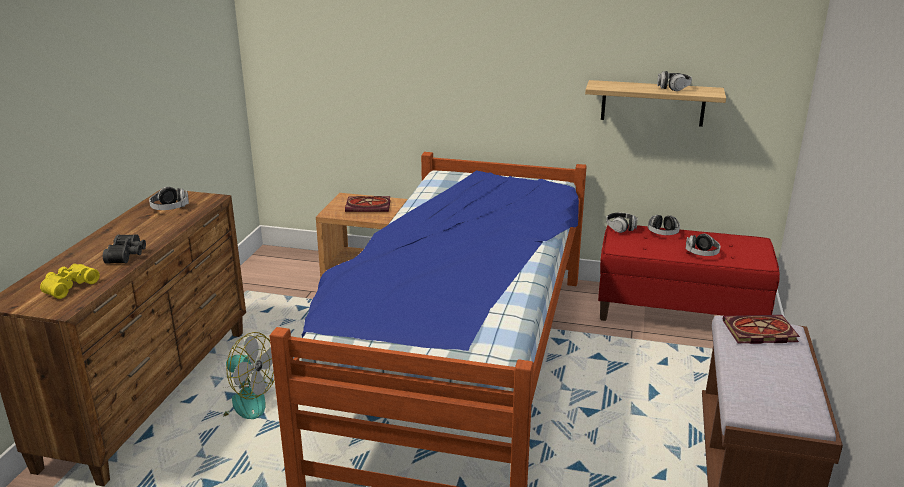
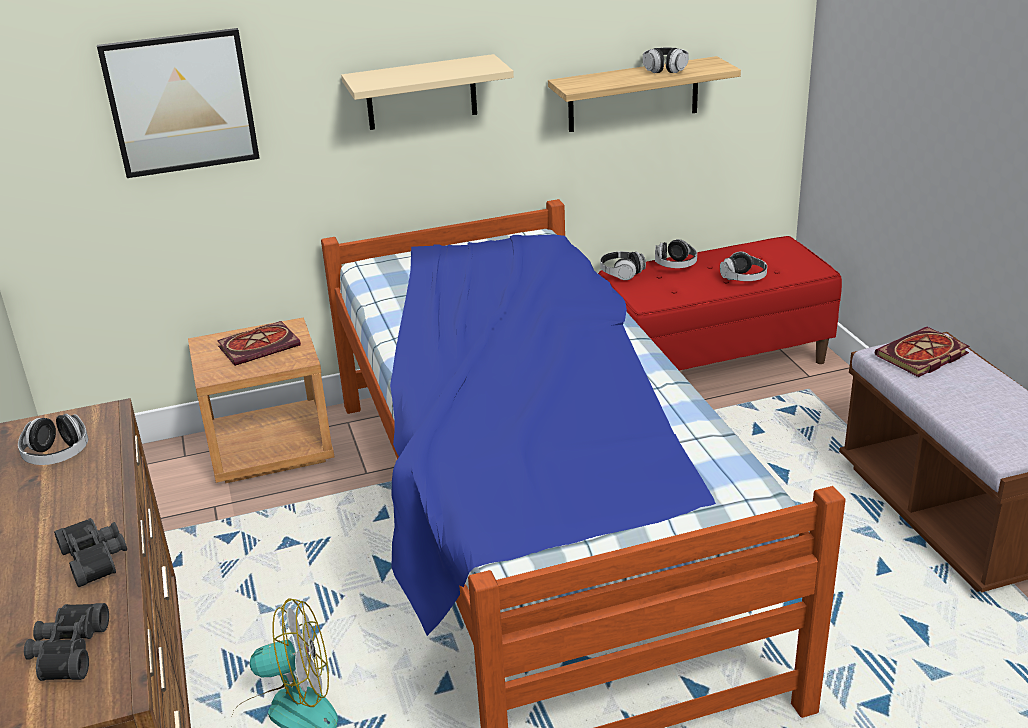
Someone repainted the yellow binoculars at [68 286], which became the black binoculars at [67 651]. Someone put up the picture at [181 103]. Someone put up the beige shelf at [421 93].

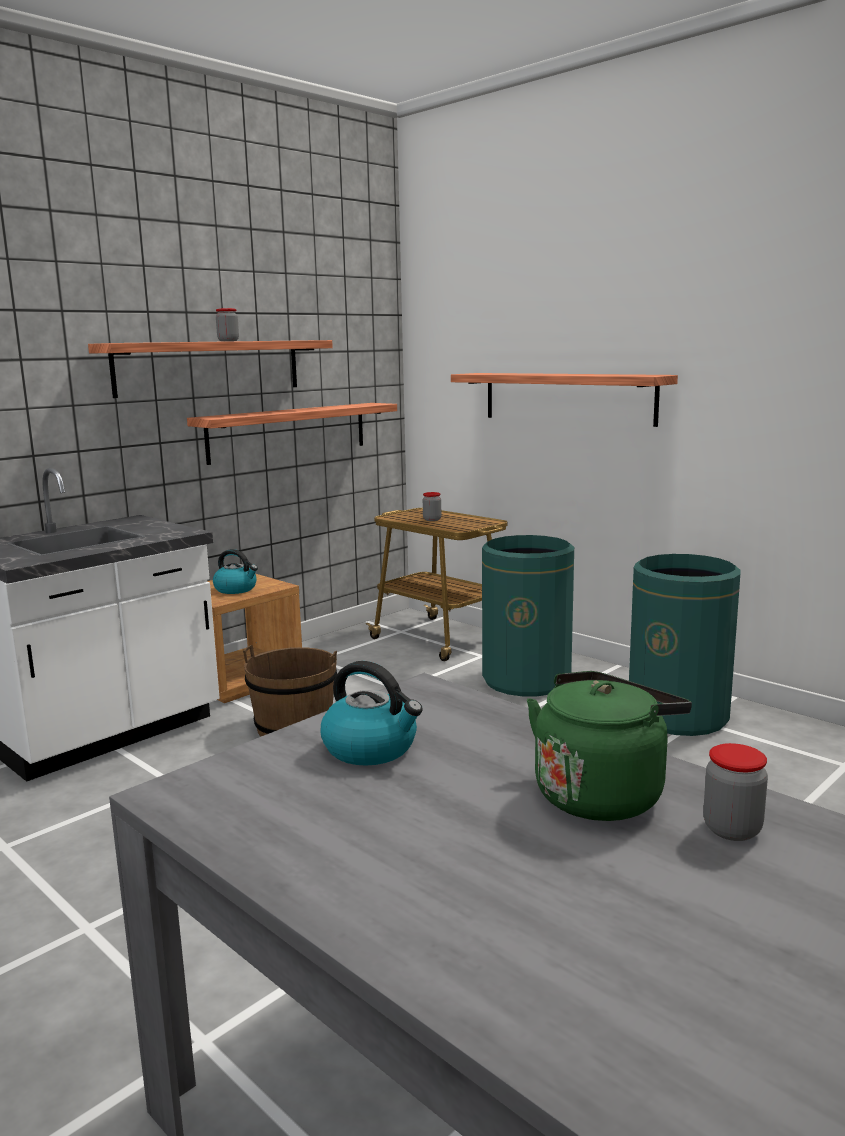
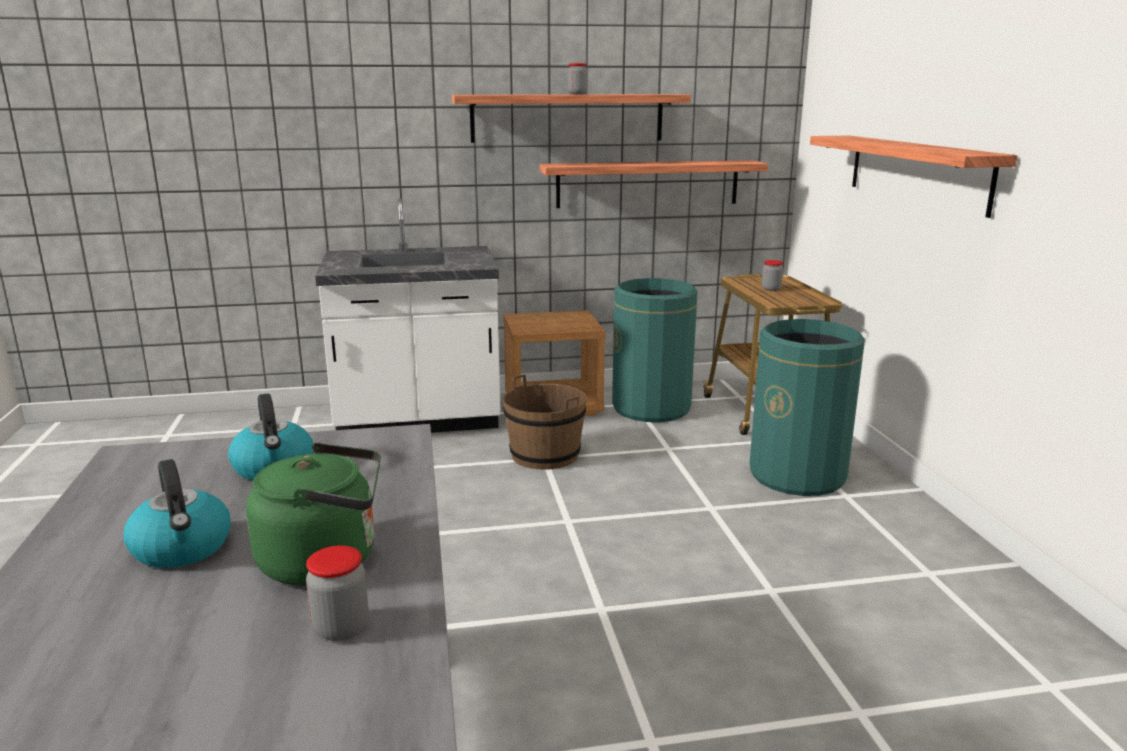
Someone carried the kettle from [236 589] to [182 548]. Someone carried the green trash can from [678 716] to [651 408].

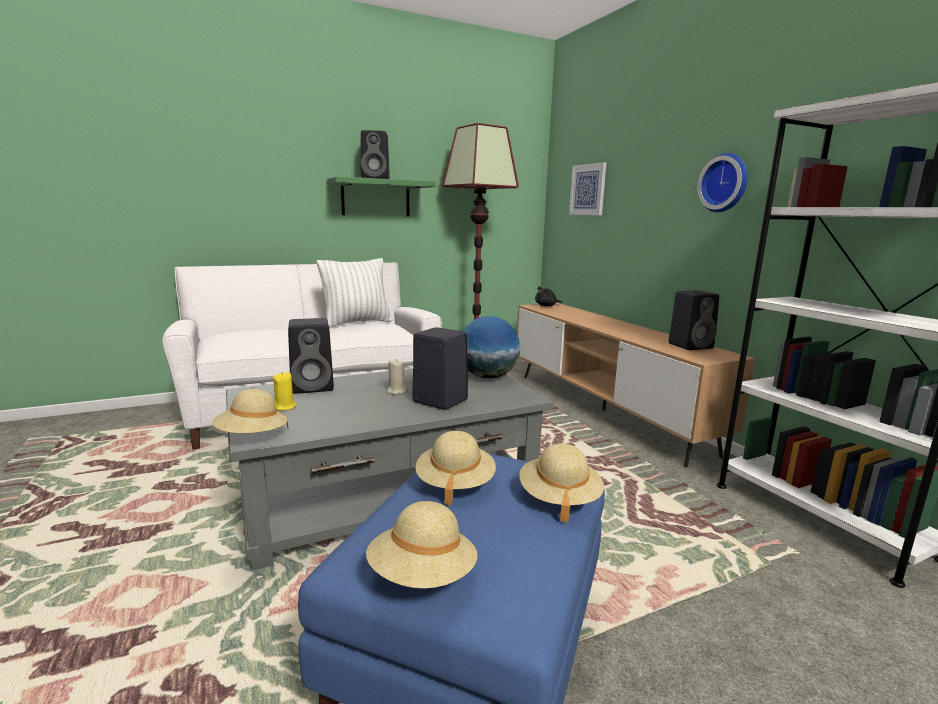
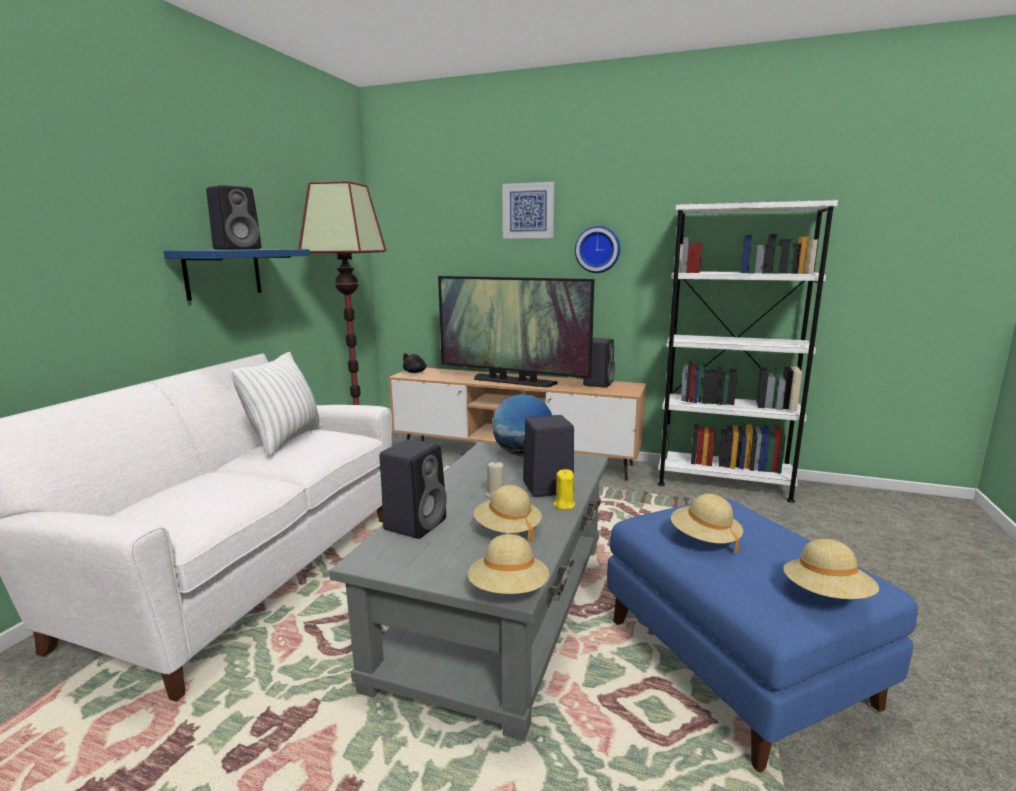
Someone carried the picture from [588 189] to [528 211]. Someone repainted the green shelf at [375 198], which became the blue shelf at [223 273]. Someone carried the yellow candle from [285 407] to [564 505]. Someone carried the beige hat from [559 498] to [507 530]. Someone put down the television at [513 381].

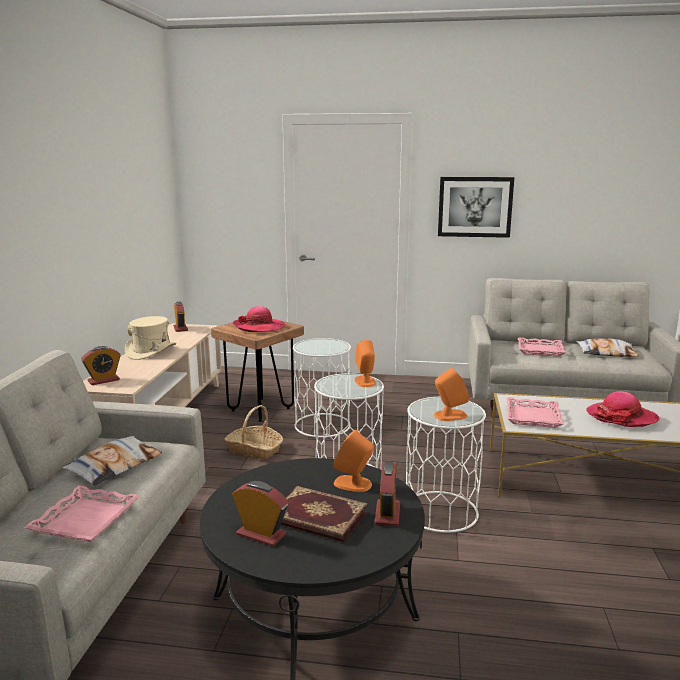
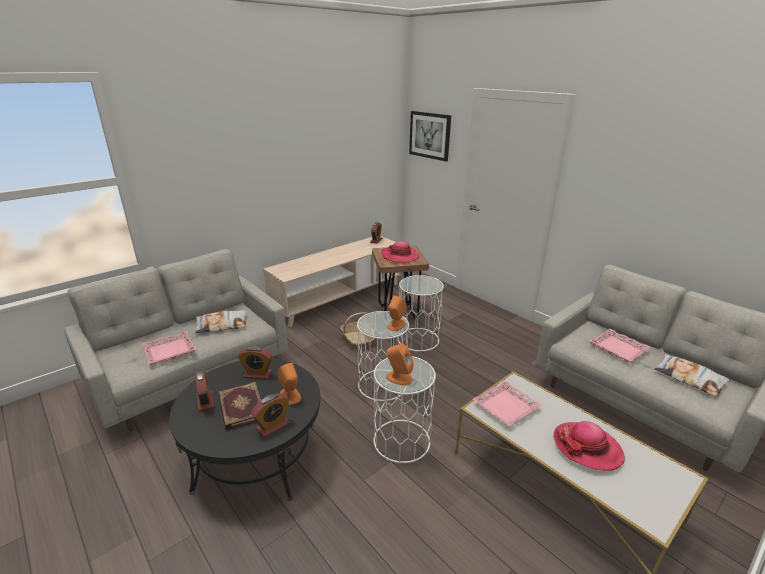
Someone carried the picture from [475 207] to [430 135]. Someone took away the beige hat at [151 351]. Someone carried the alarm clock from [103 380] to [257 374].

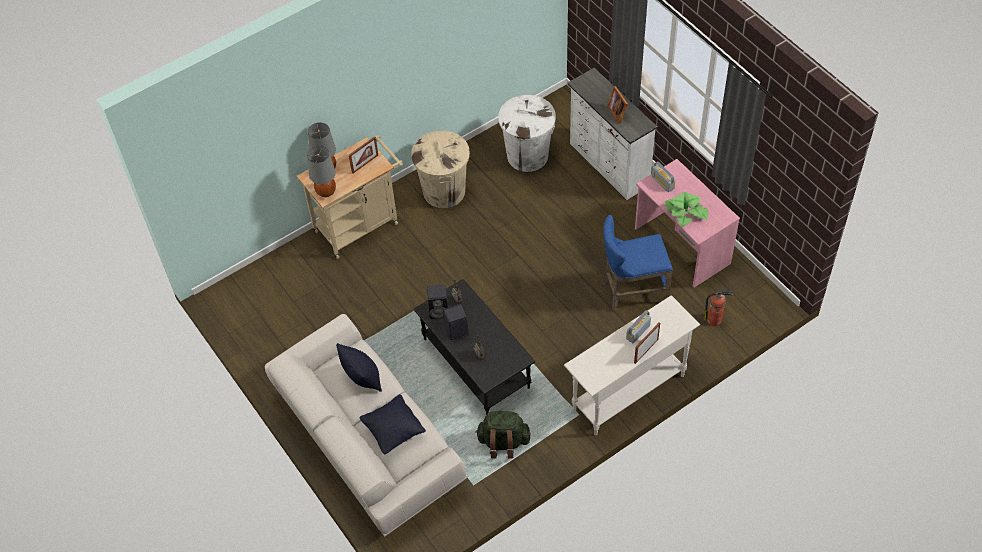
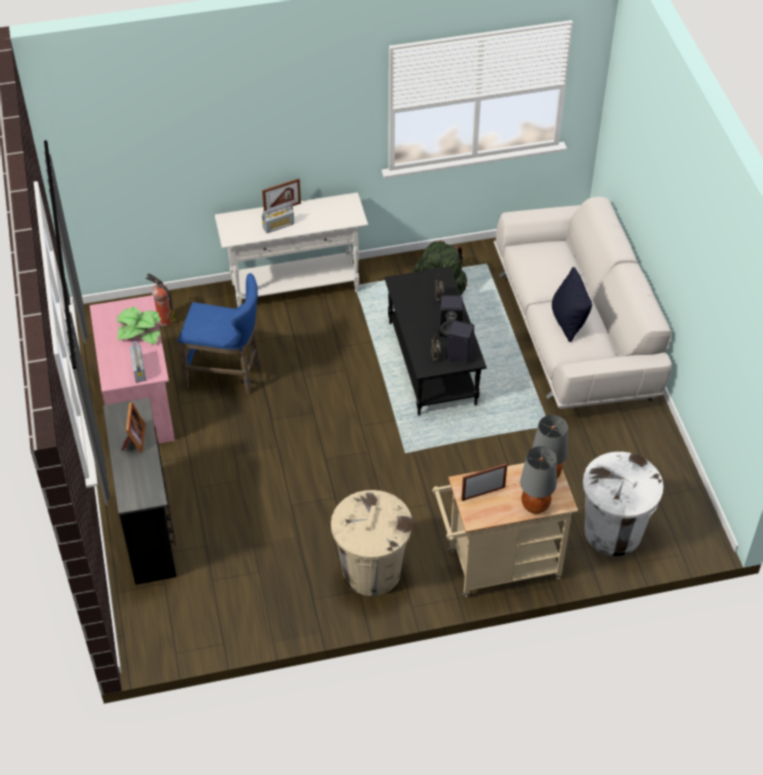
Someone repainted the white dresser at [608 165], which became the black dresser at [149 528]. Someone carried the white trash can from [527 155] to [613 532]. Someone took away the black pillow at [393 430].

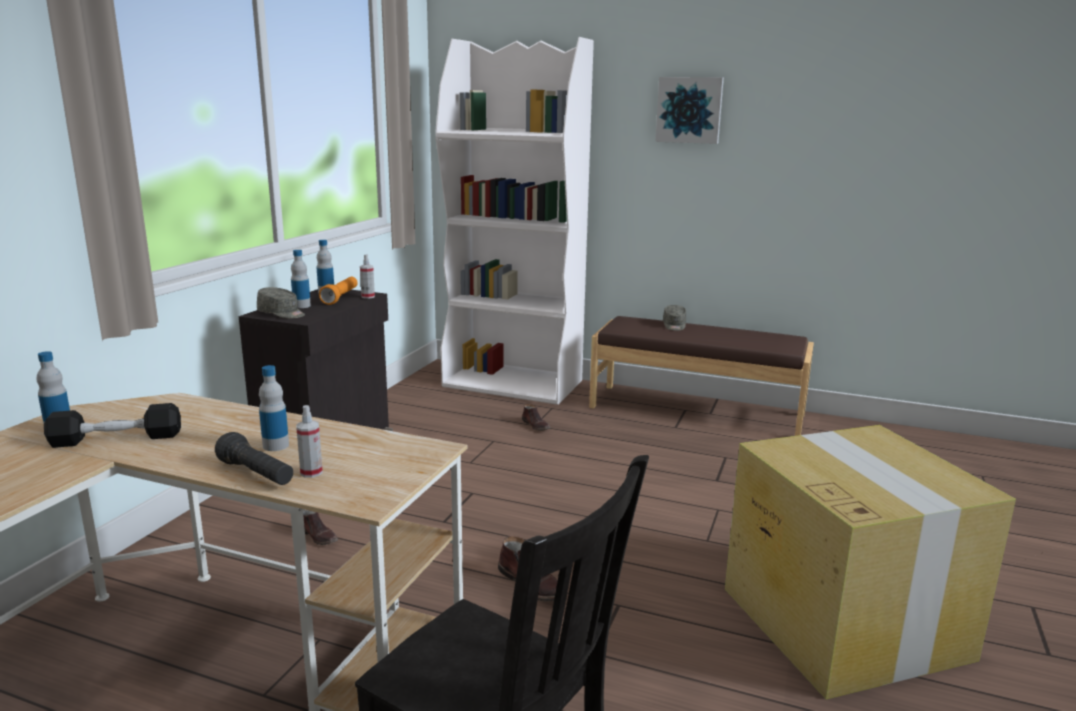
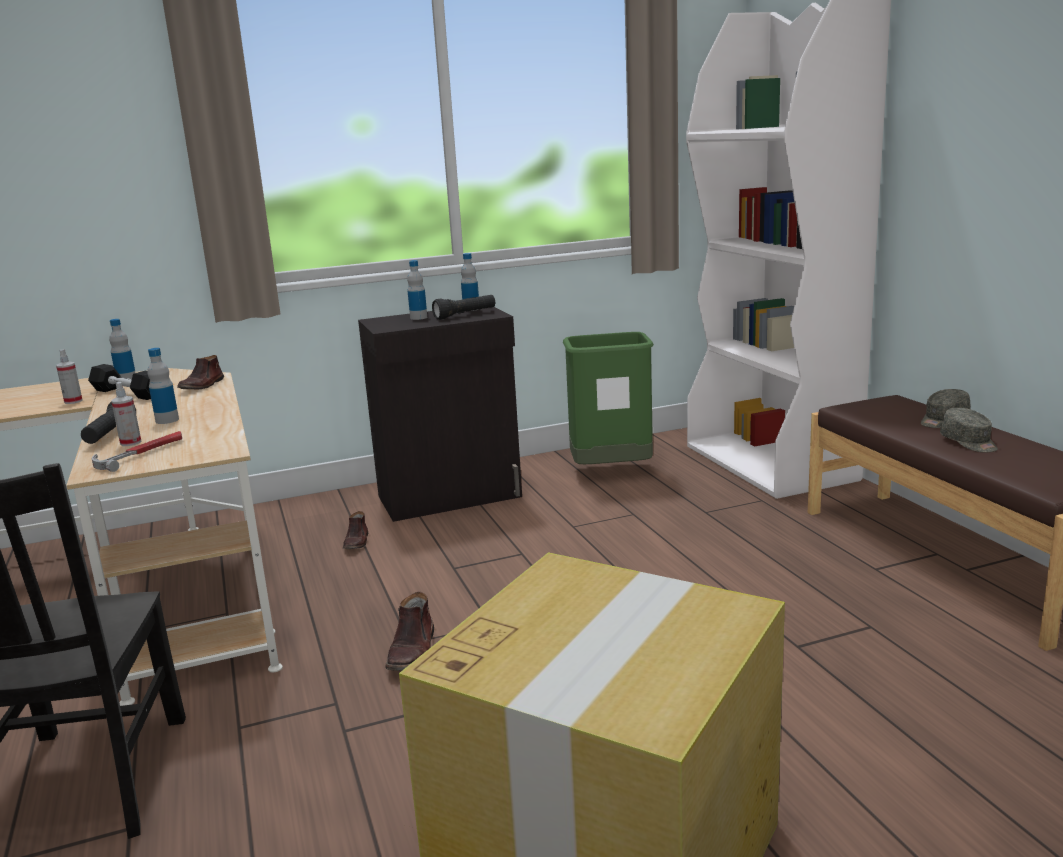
Someone took away the picture at [689 110]. Someone carried the spray bottle from [368 296] to [73 401]. Someone repainted the orange flashlight at [340 298], which became the black flashlight at [465 315]. Someone carried the grey cap from [282 314] to [969 443]. Someone carried the brown shoe from [536 426] to [202 385]. Someone put down the green trash can at [611 472]. Someone put down the hammer at [141 454].

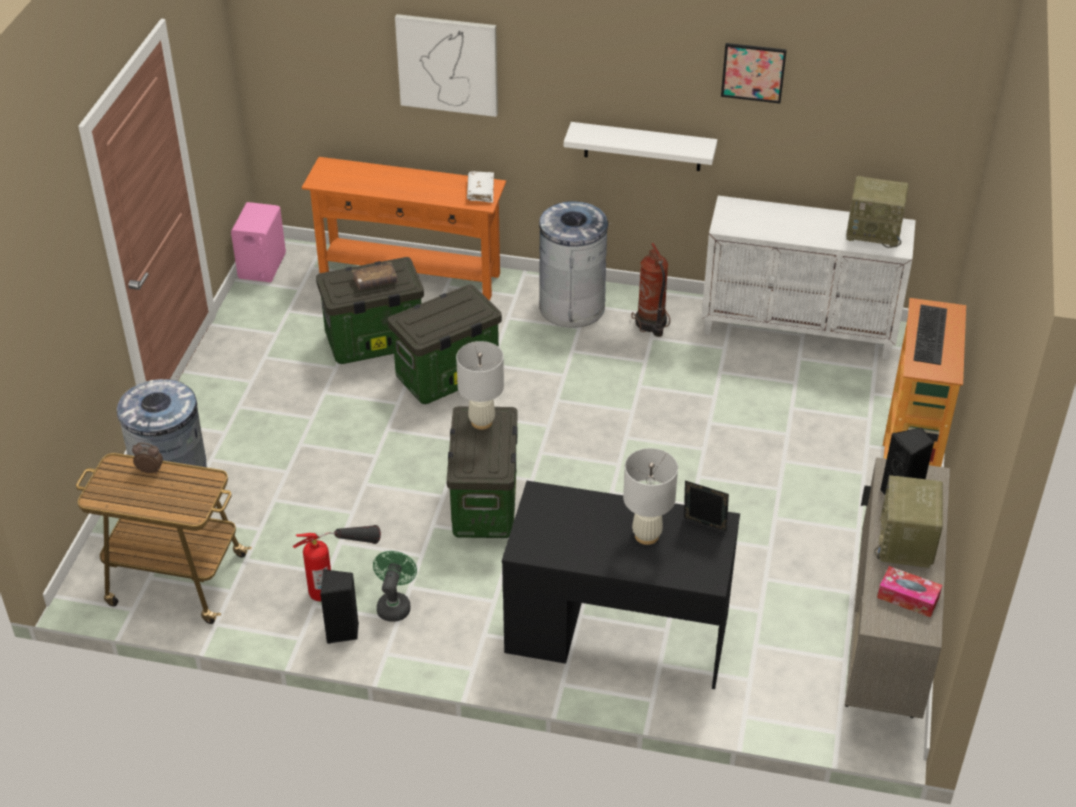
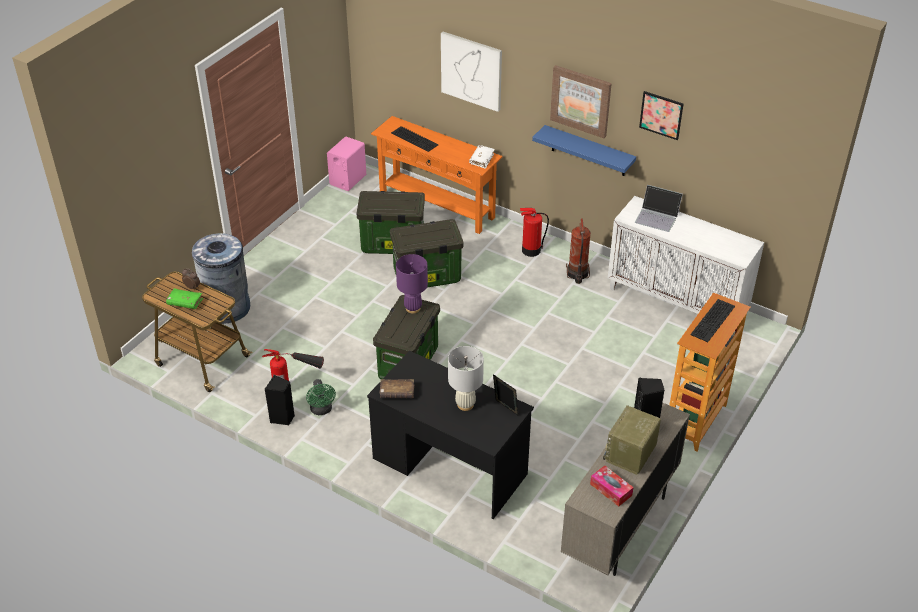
Someone repainted the white shelf at [642 146], which became the blue shelf at [588 151]. Someone took away the radio at [874 231]. Someone swapped the grey trash can at [572 307] for the fire extinguisher at [530 250]. Someone carried the brown book from [375 281] to [397 392]. Someone repainted the white table lamp at [482 422], which became the purple table lamp at [413 308]. Someone rotated the green fan at [394 604] by 135 degrees clockwise. Someone put up the picture at [581 101]. Someone put down the keyboard at [415 138]. Someone put down the laptop at [657 217]. Someone put down the green book at [185 302].

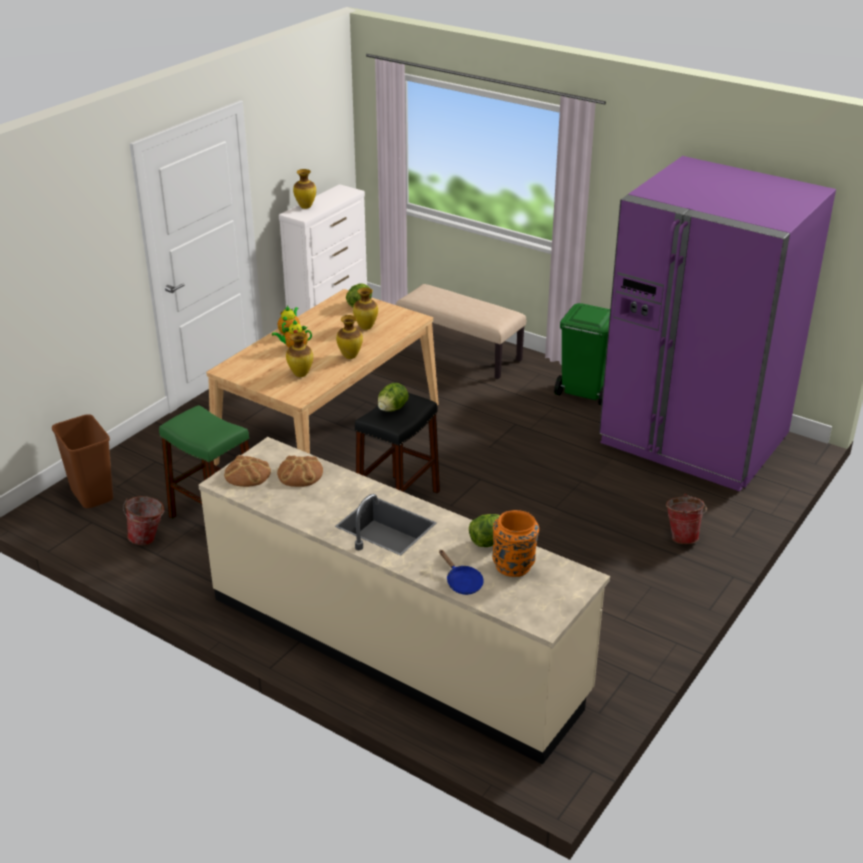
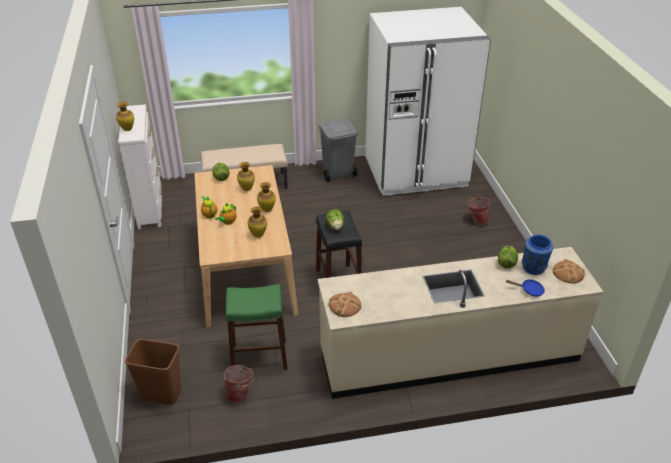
Someone repainted the purple fridge at [694 439], which became the white fridge at [415 172]. Someone repainted the green trash can at [584 393], which became the grey trash can at [337 174]. Someone carried the bread from [300 473] to [568 273]. Someone repainted the orange vase at [514 565], which became the blue vase at [533 267].

